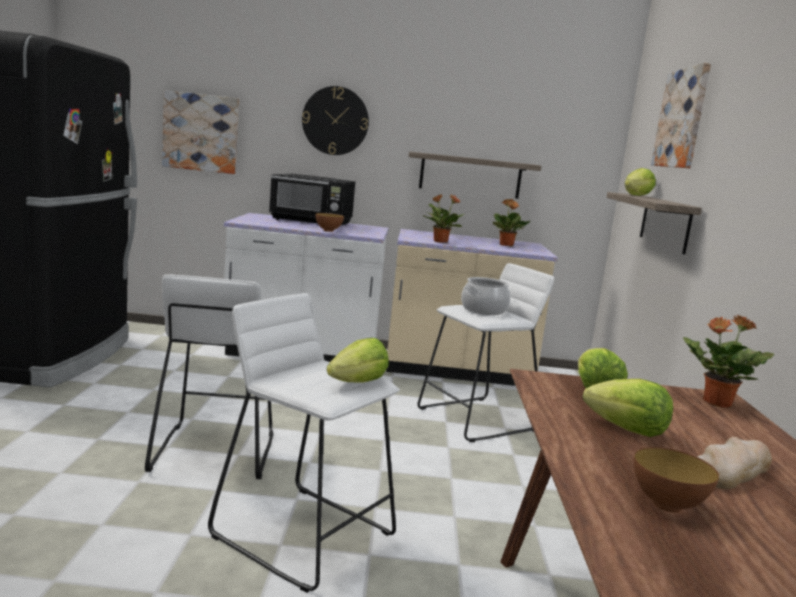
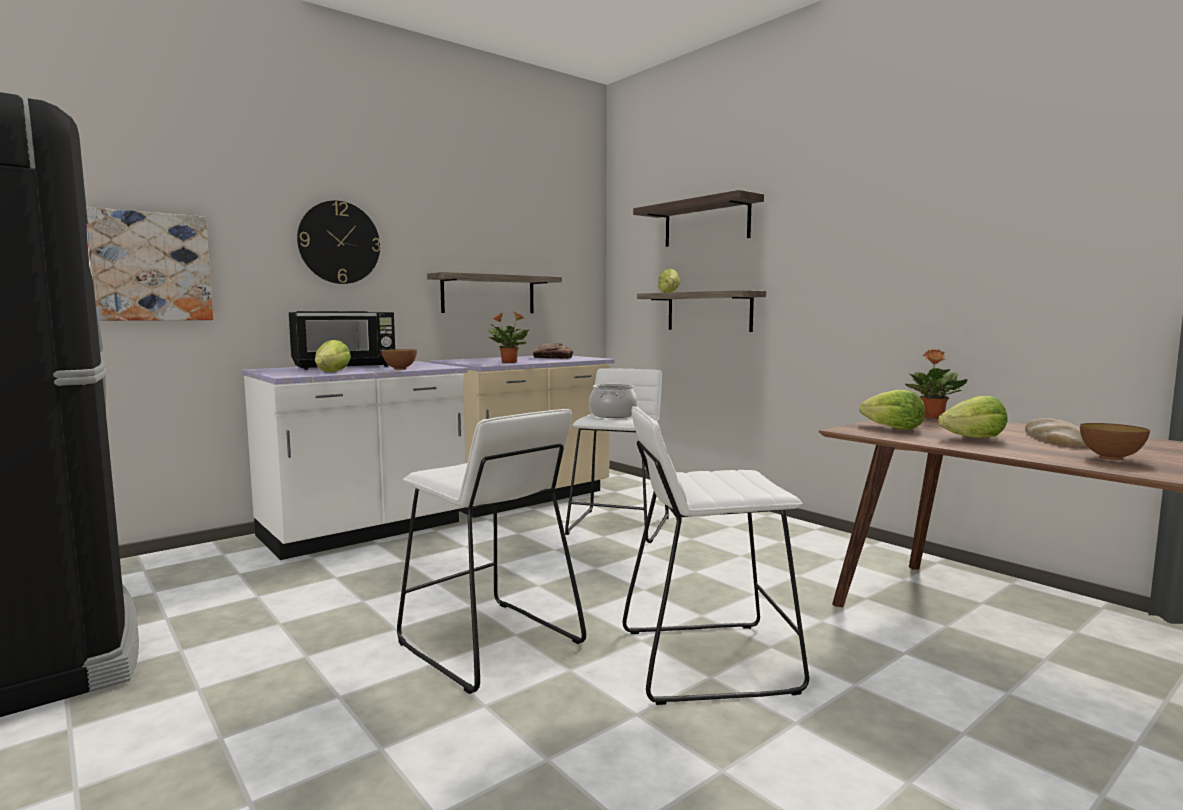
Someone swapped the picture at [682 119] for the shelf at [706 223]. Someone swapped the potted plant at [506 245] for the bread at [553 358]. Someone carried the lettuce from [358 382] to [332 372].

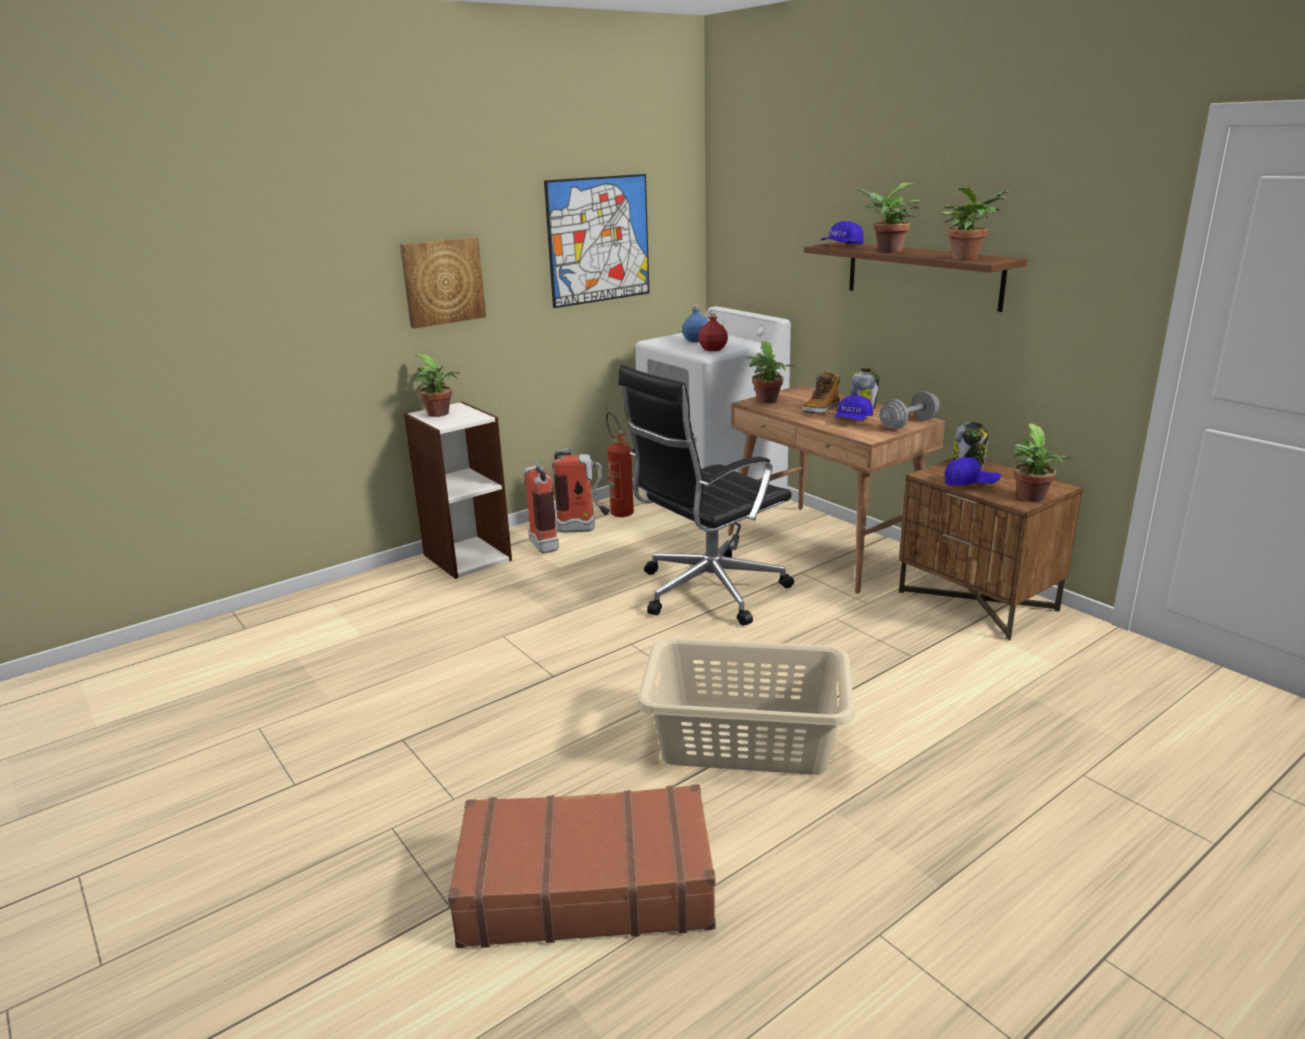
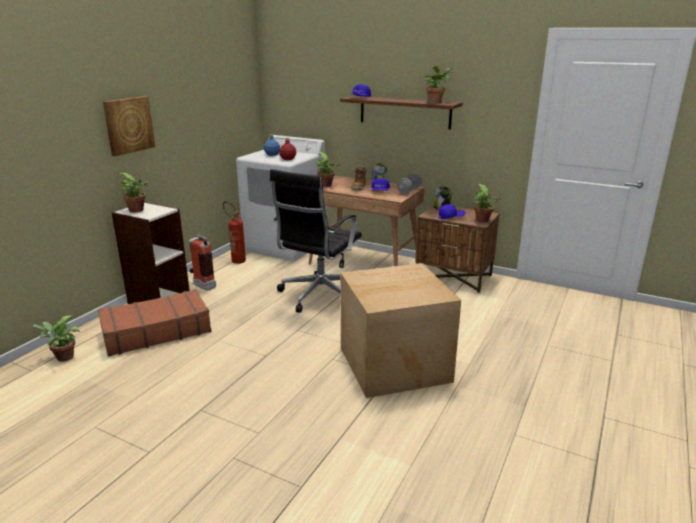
Someone took away the picture at [599 240]. Someone carried the potted plant from [886 251] to [63 358]. Someone took away the fire extinguisher at [584 529]. Someone swapped the beige laundry basket at [744 738] for the cardboard box at [392 364]. Someone carried the brown suitcase from [586 885] to [156 332].

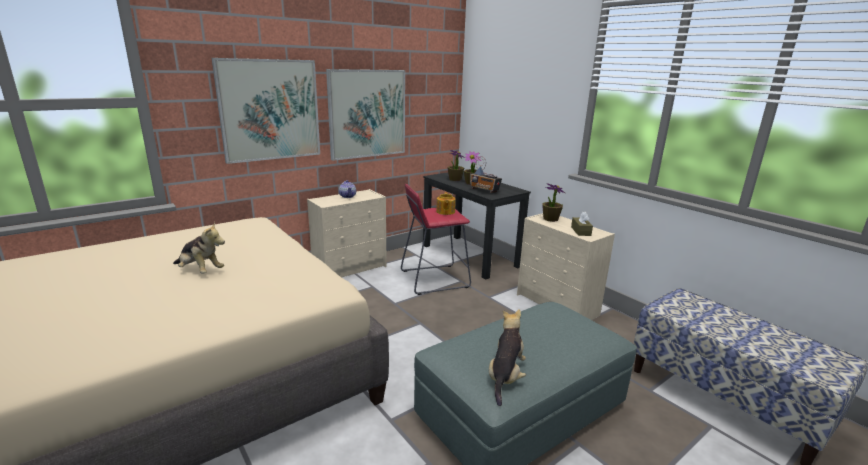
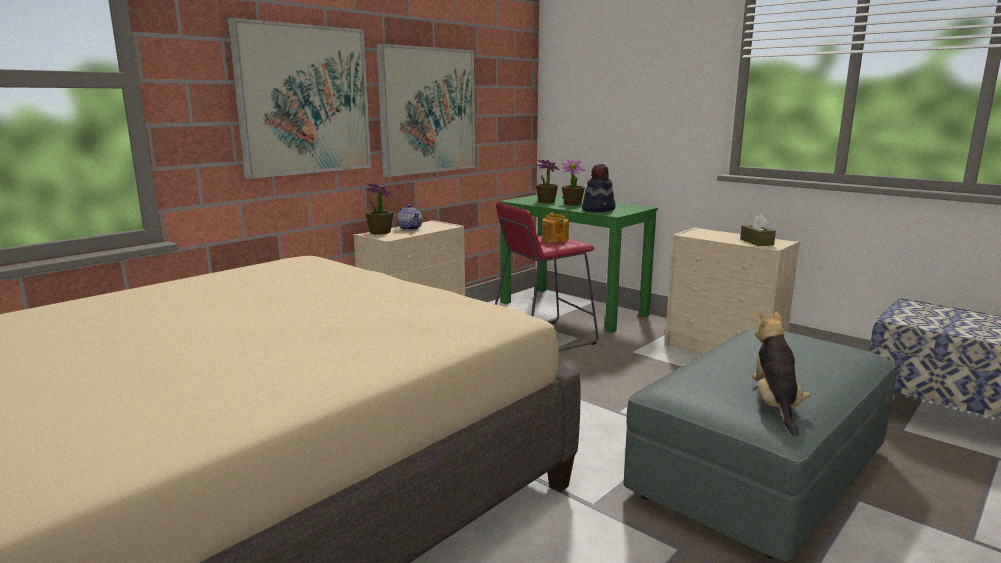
Someone swapped the radio at [484 191] for the hat at [599 210]. Someone repainted the black desk at [470 256], which became the green desk at [573 309]. Someone carried the potted plant from [550 219] to [380 232]. Someone took away the plush toy at [200 271].

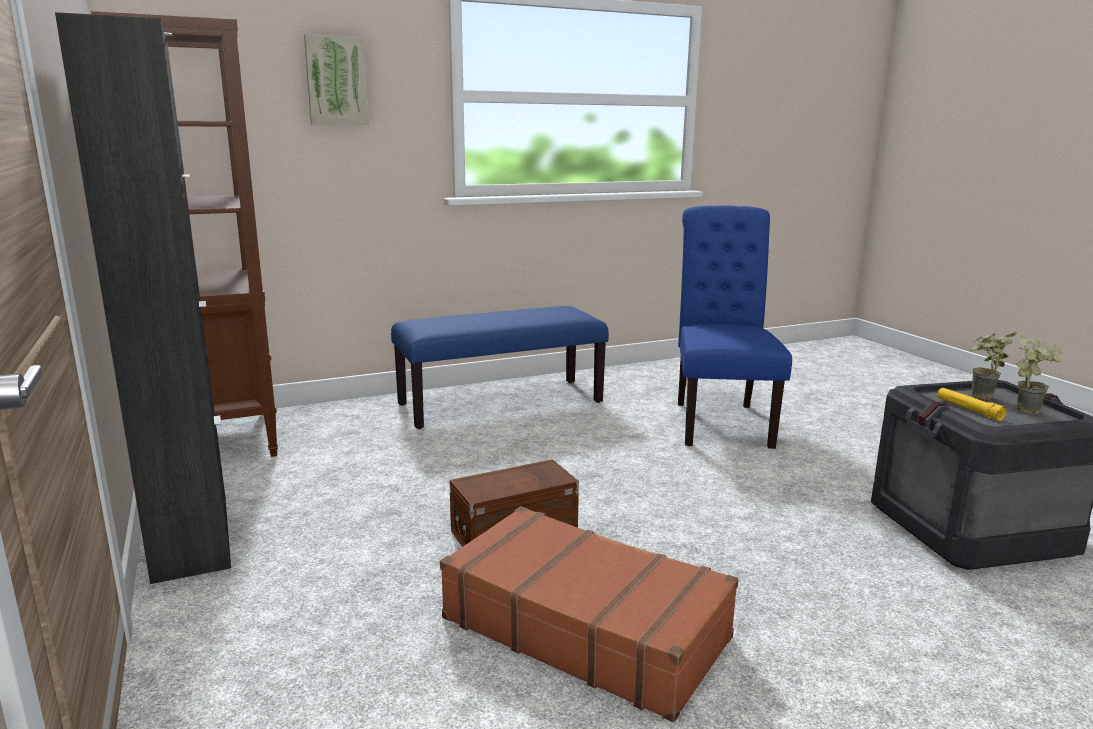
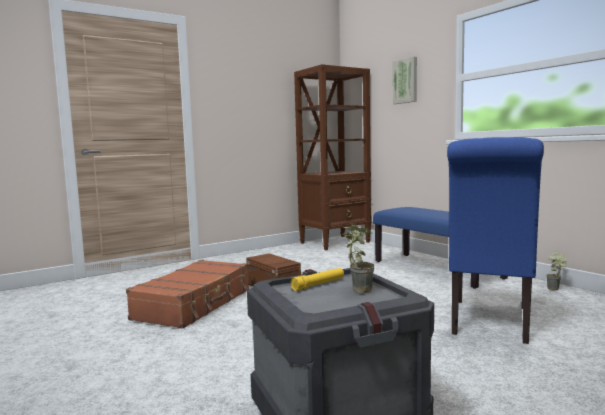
Someone took away the black cabinet at [191 537]. Someone rotated the blue chair at [719 421] by 120 degrees clockwise. Someone carried the potted plant from [1029 409] to [556 289].

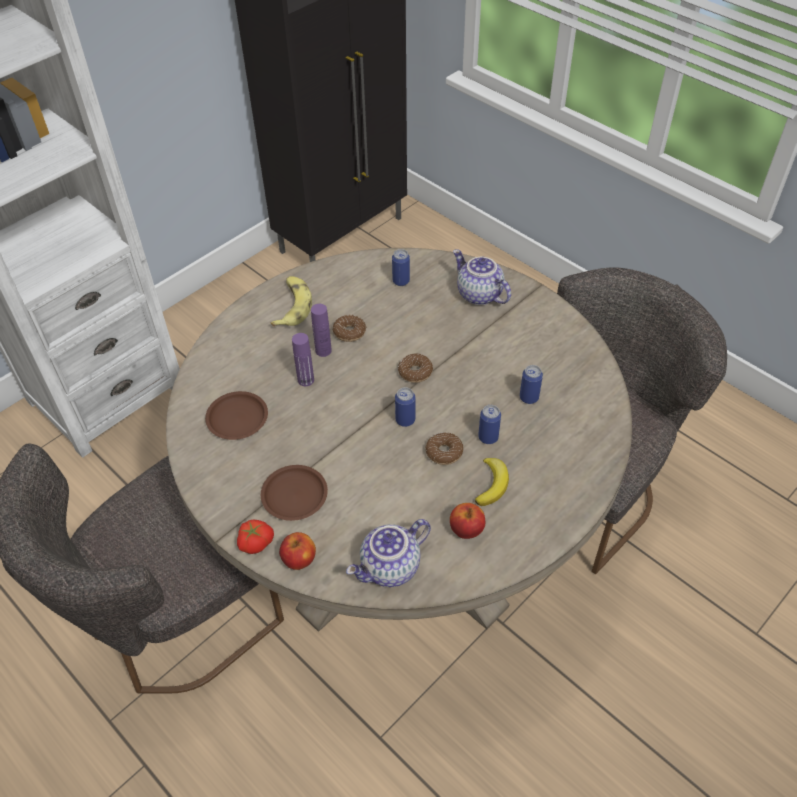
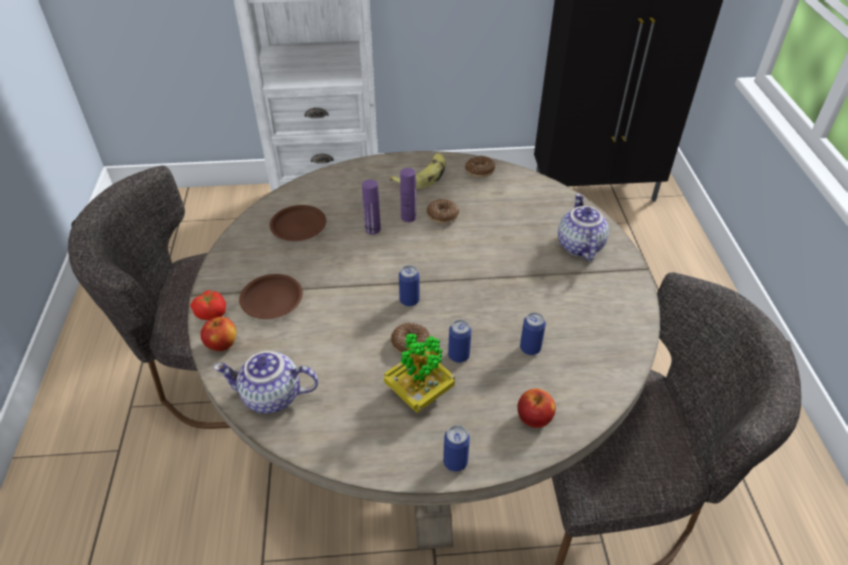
Someone carried the can from [401 281] to [455 462]. Someone carried the donut from [415 372] to [479 170]. Someone swapped the banana at [492 484] for the potted plant at [419 392]. Someone carried the apple from [466 530] to [534 418].

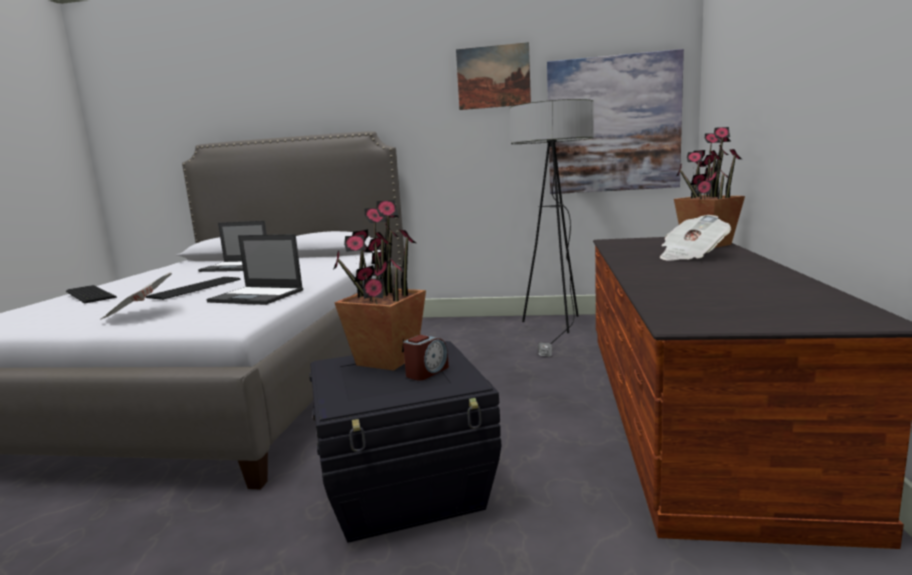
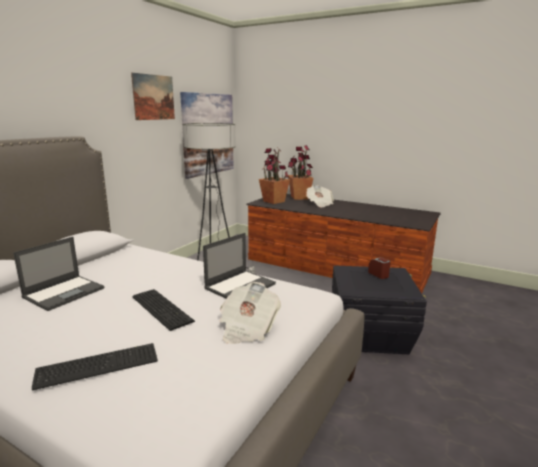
Someone carried the potted plant from [386 360] to [273 201].

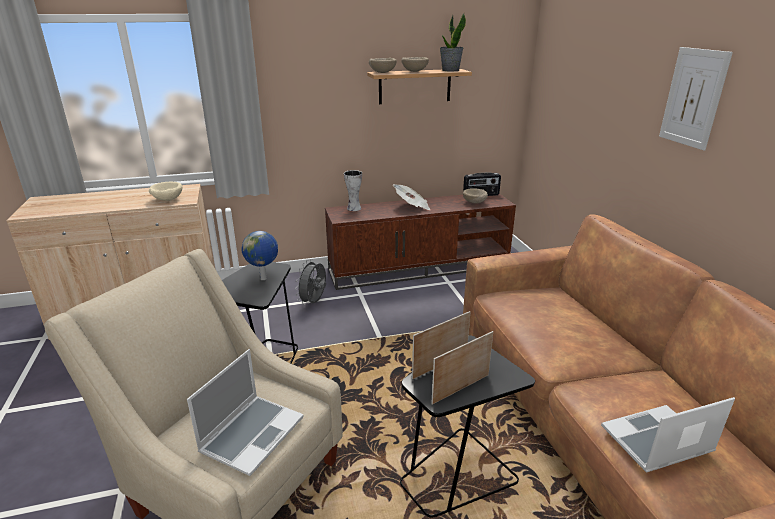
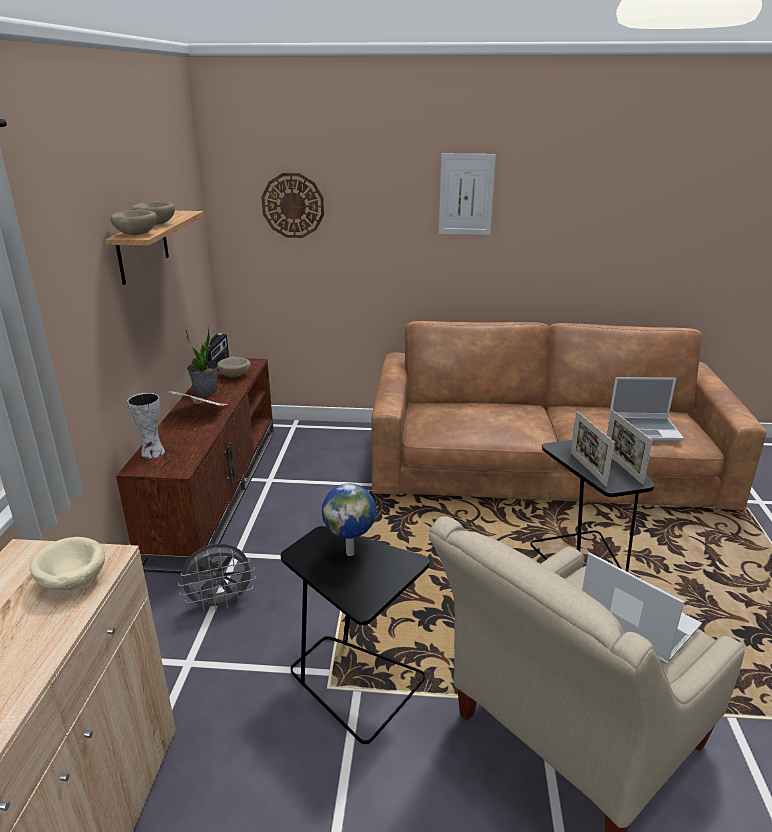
Someone carried the potted plant from [450 70] to [206 391]. Someone rotated the grey fan at [314 302] by 60 degrees counterclockwise. Someone rotated the laptop at [656 441] by 90 degrees counterclockwise. Someone put up the wall clock at [293 205].

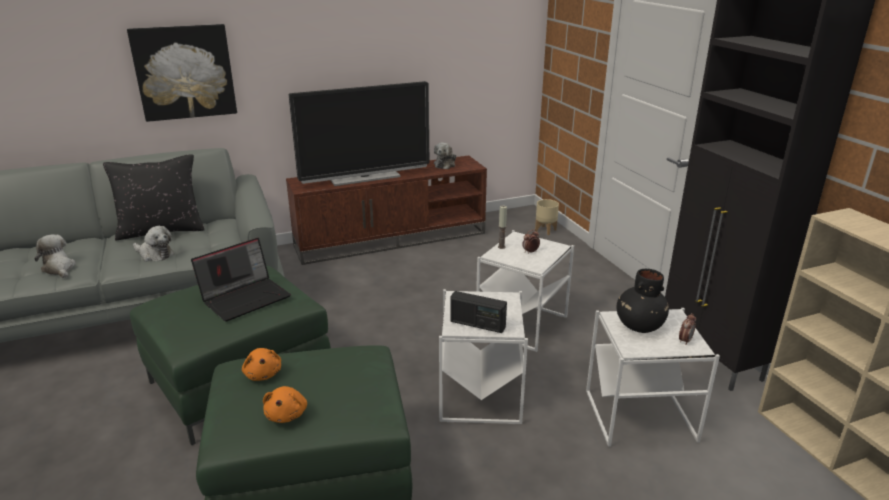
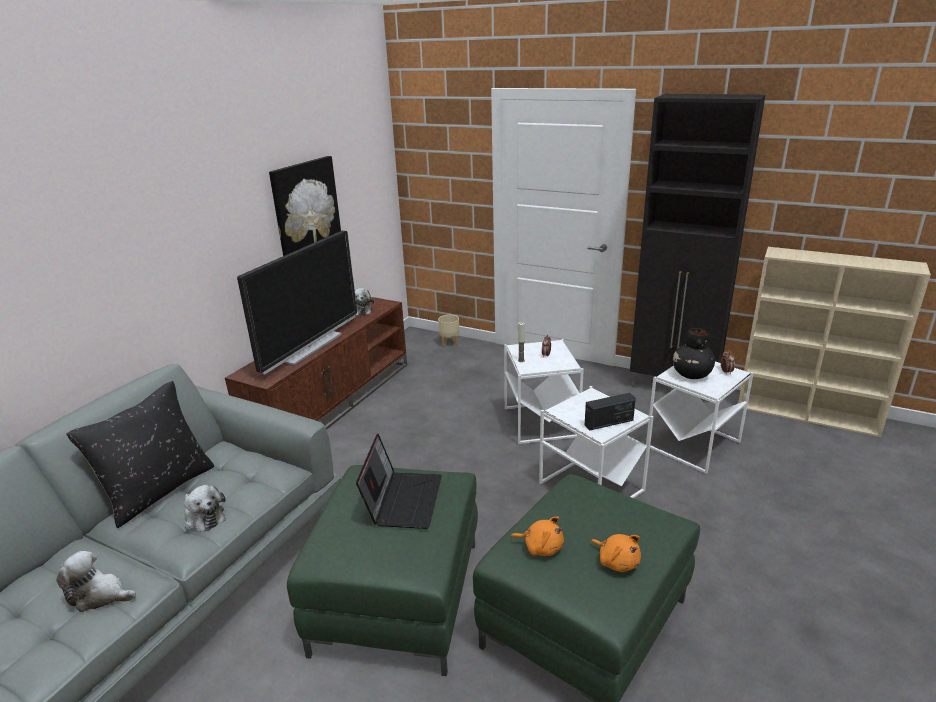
Someone carried the picture from [184 72] to [305 207]. Someone rotated the plush toy at [155 254] by 60 degrees clockwise.

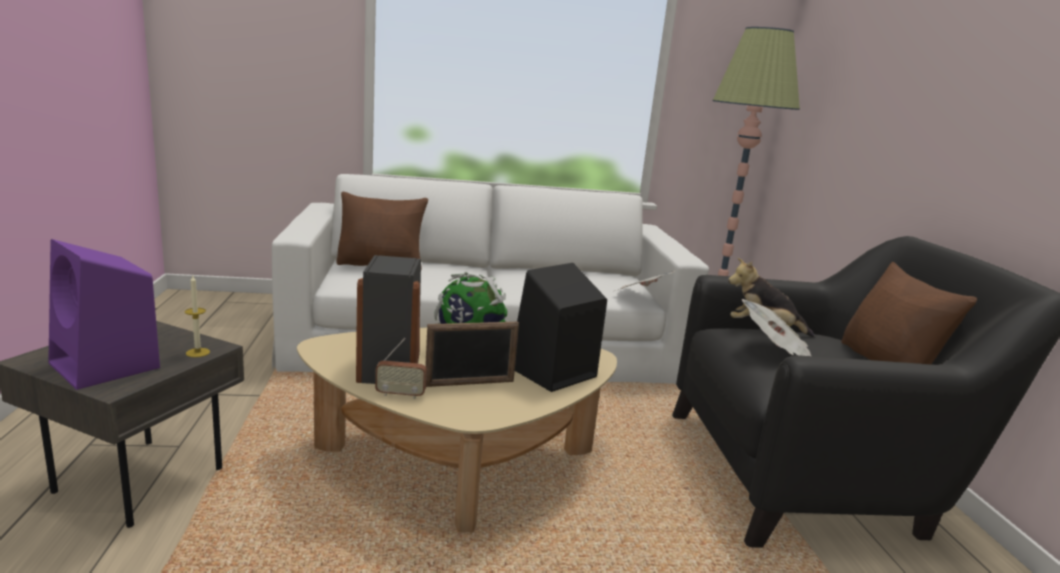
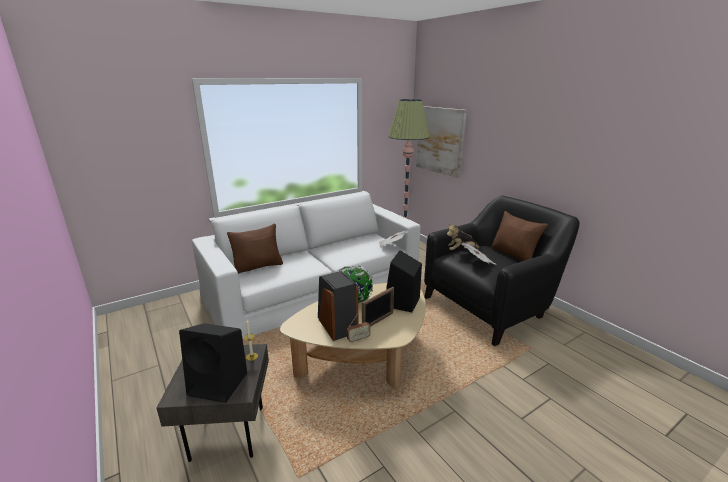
Someone repainted the purple speaker at [107 366], which became the black speaker at [219 383]. Someone put up the picture at [440 140].

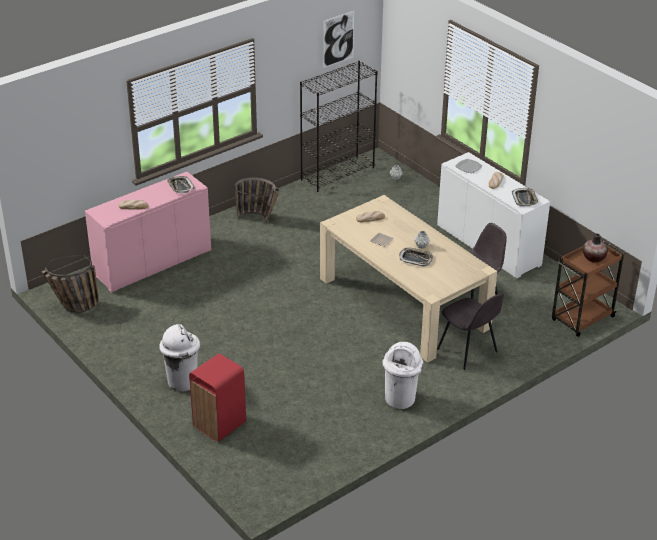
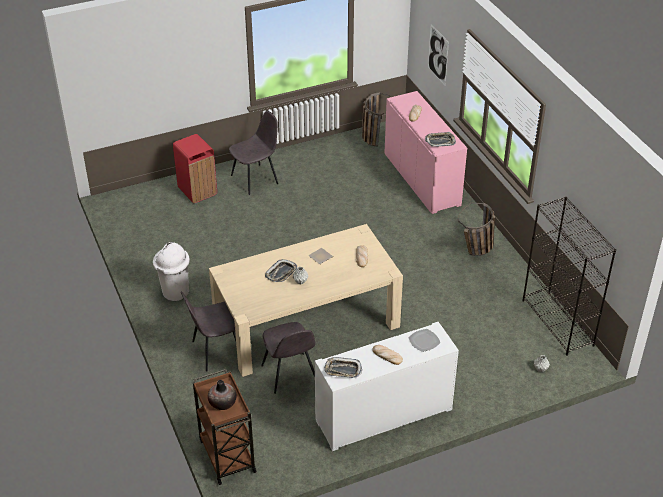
Someone carried the picture from [338 39] to [438 55]. Someone swapped the white trash can at [182 381] for the grey chair at [255 179].

